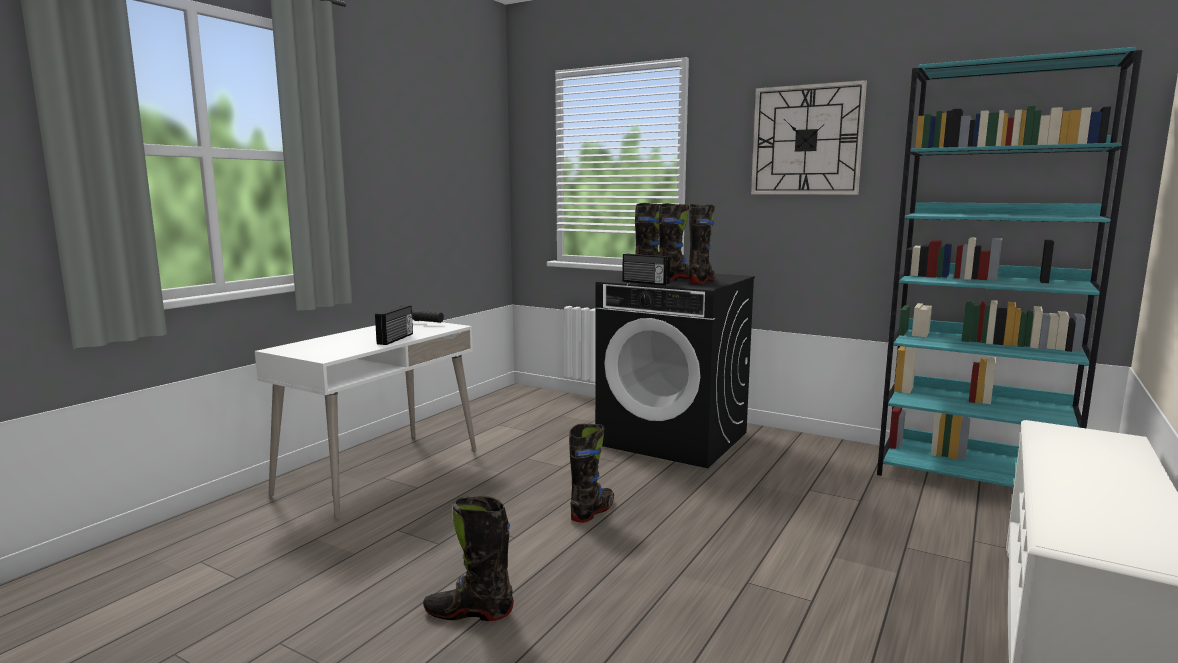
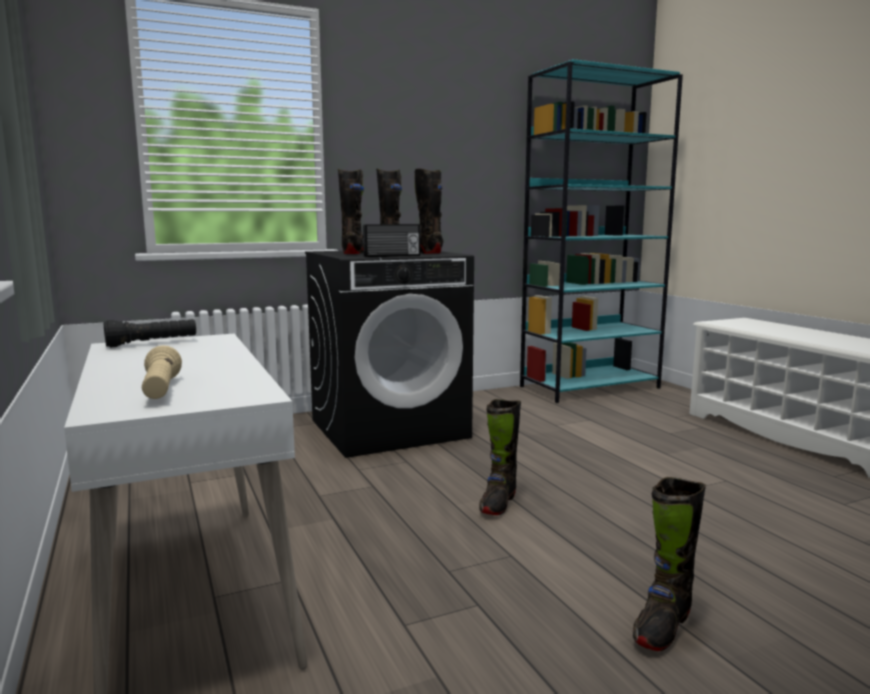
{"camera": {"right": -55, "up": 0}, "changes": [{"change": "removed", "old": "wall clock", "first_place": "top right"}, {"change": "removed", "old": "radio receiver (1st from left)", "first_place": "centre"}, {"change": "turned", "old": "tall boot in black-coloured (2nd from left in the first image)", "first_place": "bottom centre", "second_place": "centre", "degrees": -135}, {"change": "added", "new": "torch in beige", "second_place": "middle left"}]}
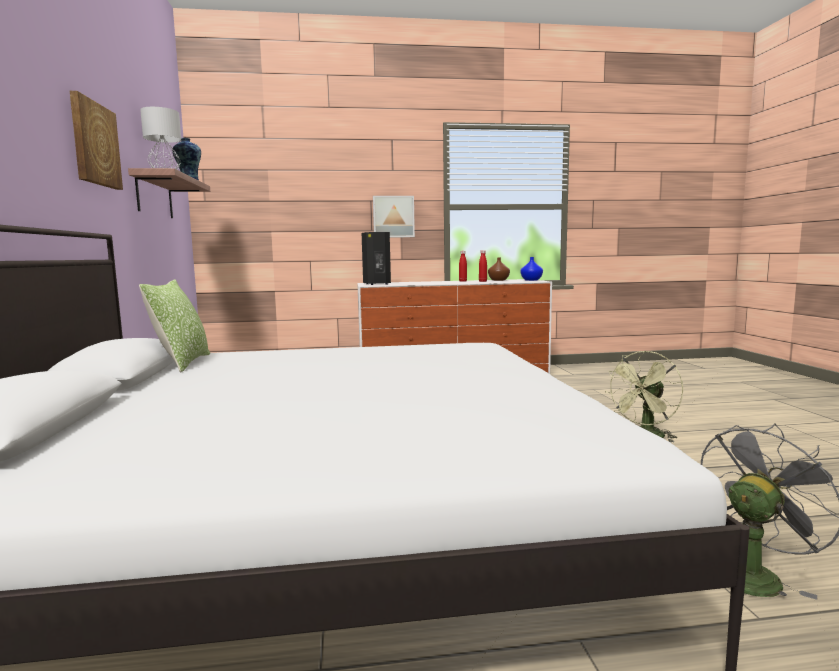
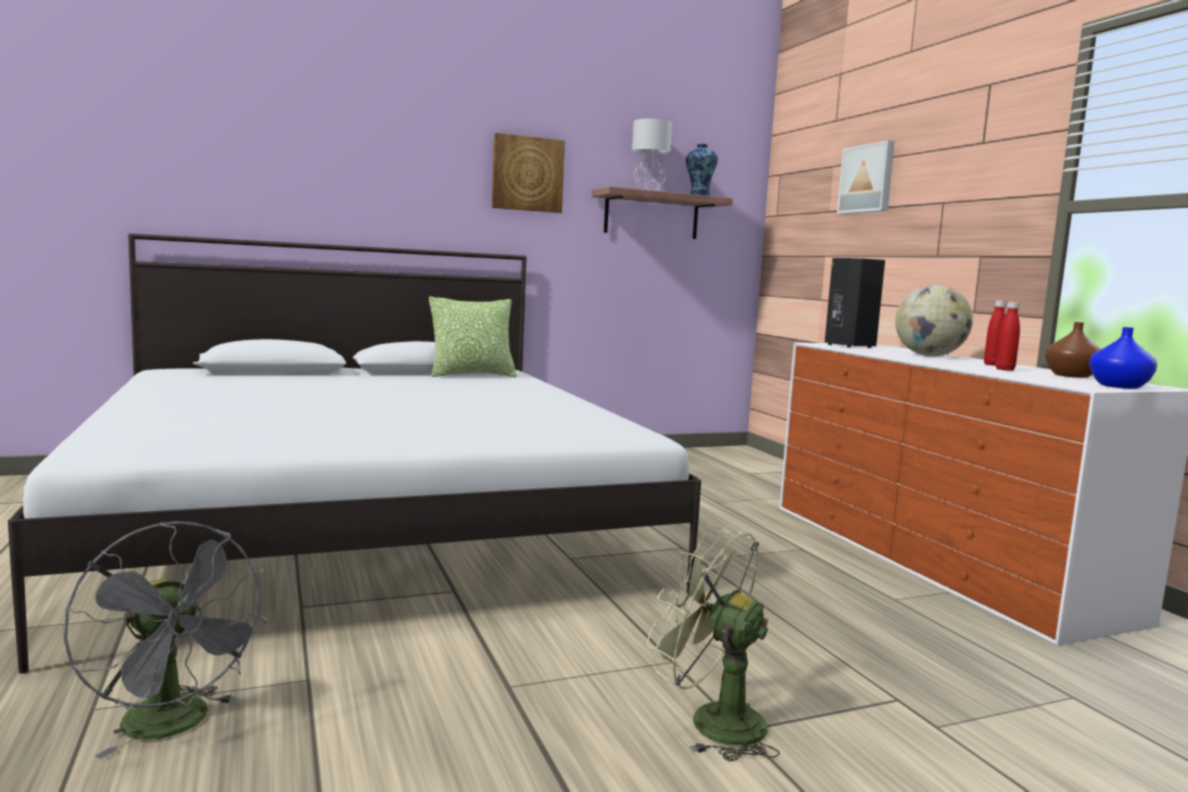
{"camera": {"right": 75, "up": 0}, "changes": [{"change": "moved", "old": "picture (2nd from left)", "first_place": "top centre", "second_place": "top right"}, {"change": "added", "new": "world globe", "second_place": "middle right"}]}
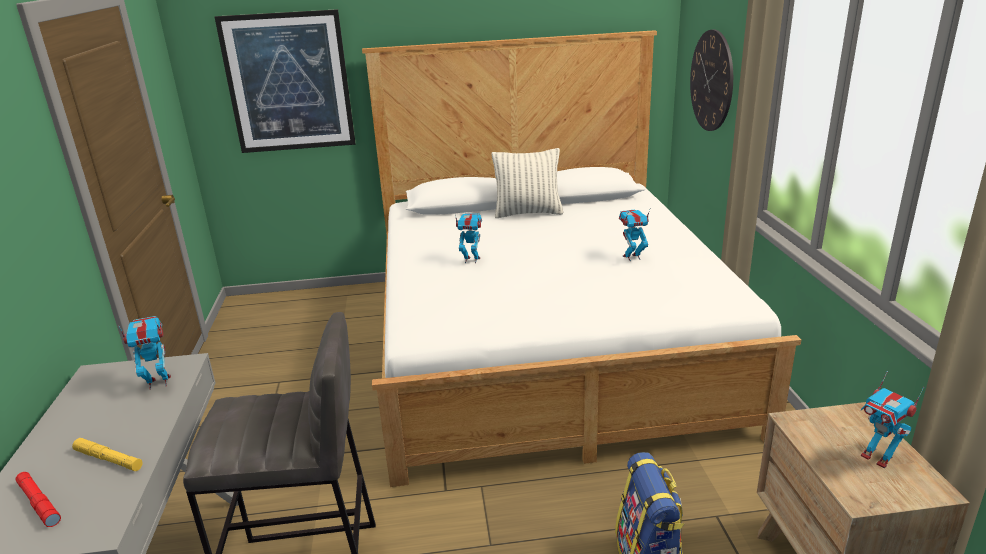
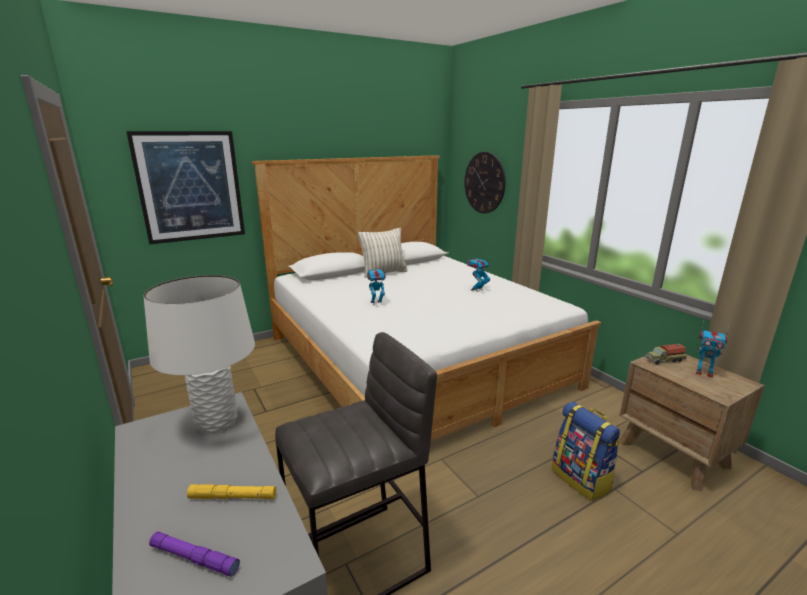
{"camera": {"right": -25, "up": -5}, "changes": [{"change": "replaced", "old": "model robot (1st from left)", "new": "table lamp in white-coloured", "first_place": "middle left", "second_place": "middle left"}, {"change": "recoloured", "old": "torch in red", "new": "torch in purplish", "first_place": "bottom left", "second_place": "bottom left"}, {"change": "added", "new": "model truck", "second_place": "middle right"}]}
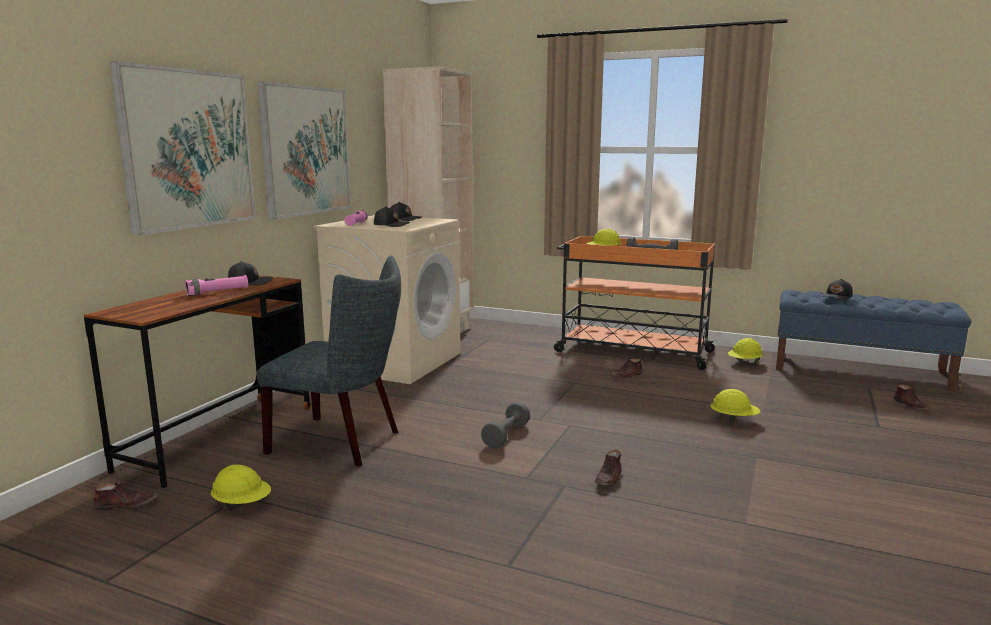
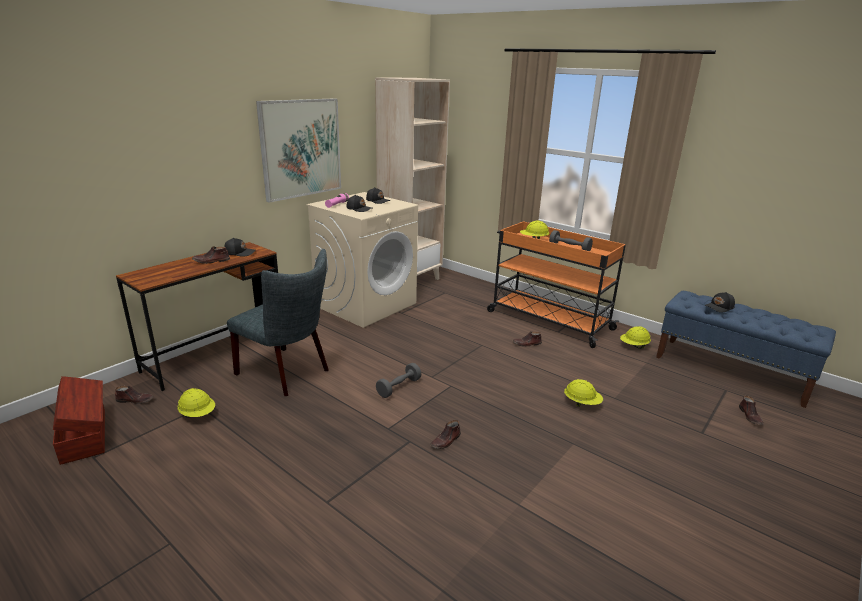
{"camera": {"right": 15, "up": 10}, "changes": [{"change": "removed", "old": "picture (1st from left)", "first_place": "top left"}, {"change": "replaced", "old": "torch in pinkish (1st from left)", "new": "low shoe in brown-coloured (2nd from left)", "first_place": "middle left", "second_place": "middle left"}, {"change": "added", "new": "storage container in brown-coloured", "second_place": "bottom left"}]}
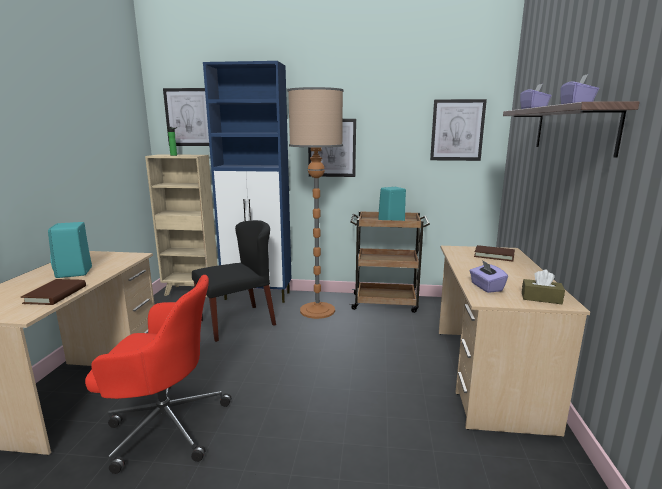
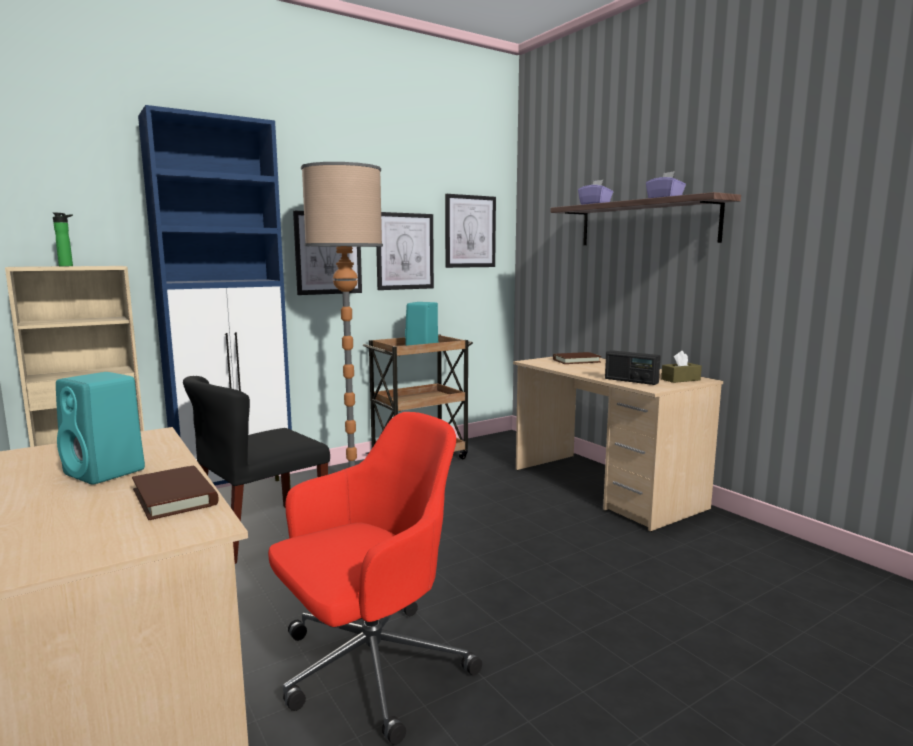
{"camera": {"right": -40, "up": -5}, "changes": [{"change": "moved", "old": "picture (1st from left in the first image)", "new": "picture (2nd from left)", "first_place": "top left", "second_place": "centre"}, {"change": "turned", "old": "upright chair in black-coloured", "first_place": "centre", "second_place": "middle left", "degrees": -150}, {"change": "replaced", "old": "box of tissues in purplish (1st from left)", "new": "radio receiver", "first_place": "middle right", "second_place": "middle right"}]}
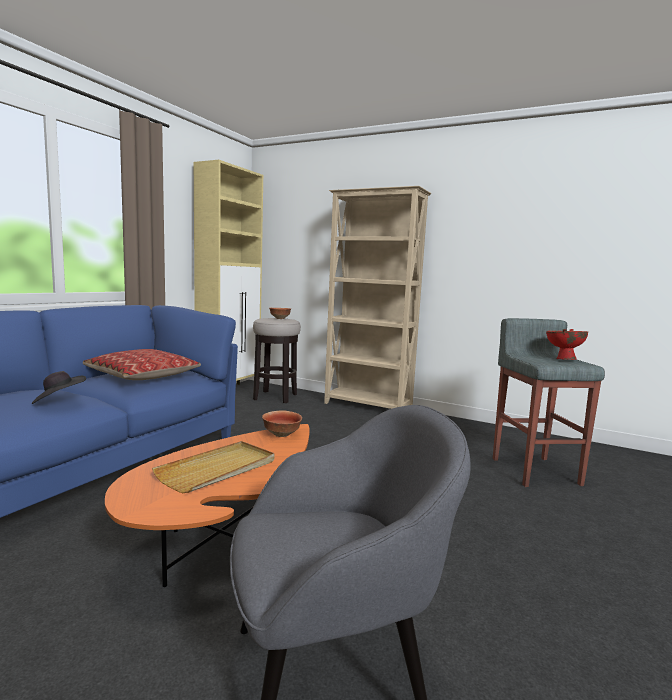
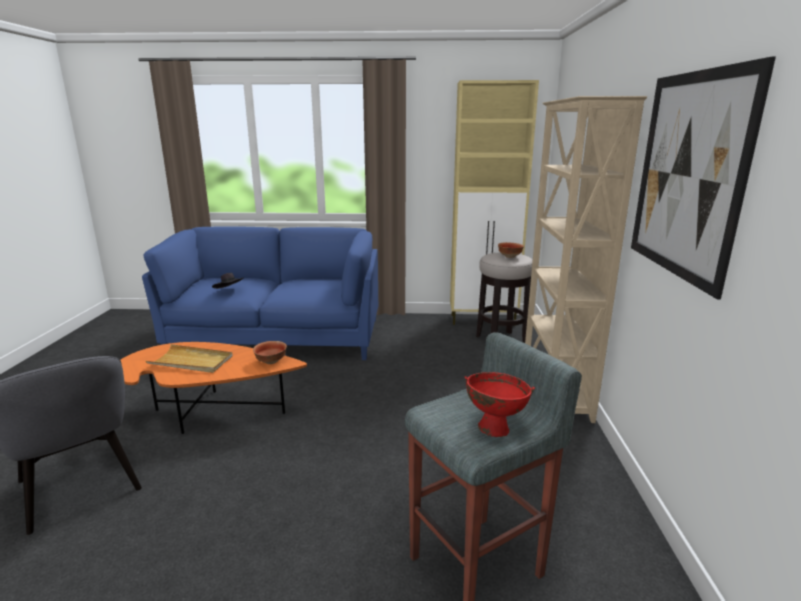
{"camera": {"right": 65, "up": 10}, "changes": [{"change": "removed", "old": "pillow", "first_place": "middle left"}, {"change": "added", "new": "picture", "second_place": "top right"}]}
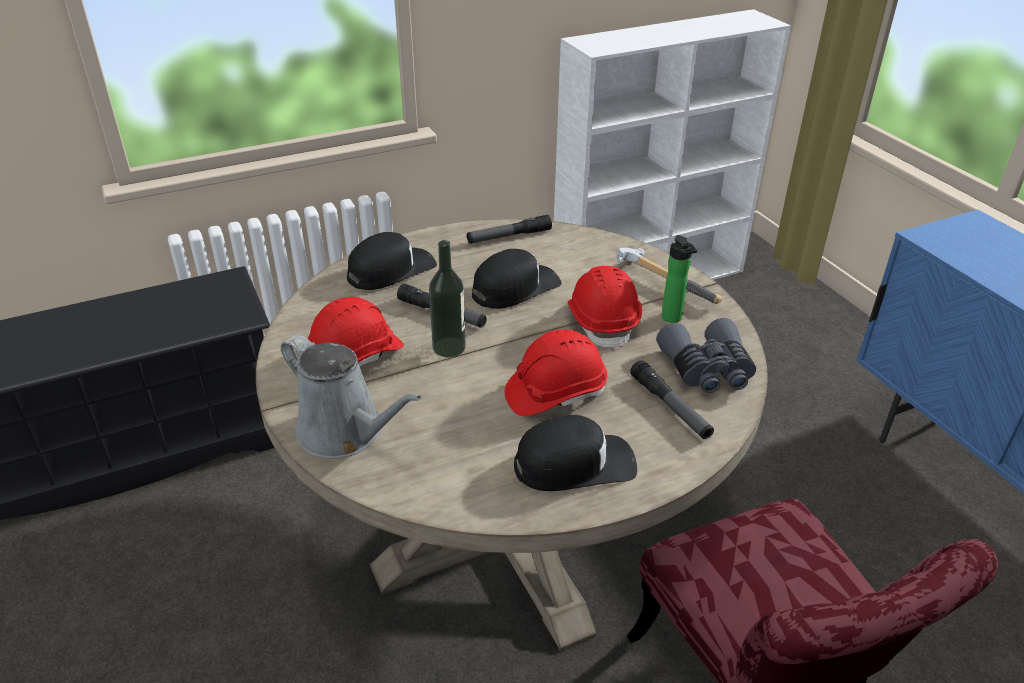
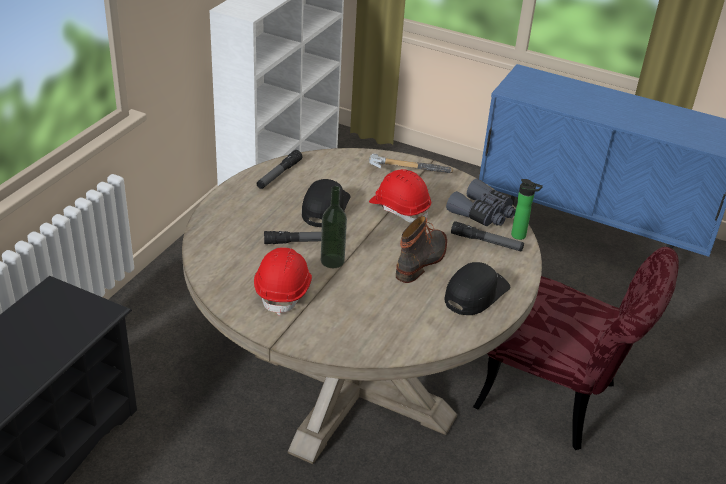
{"camera": {"right": -40, "up": 0}, "changes": [{"change": "removed", "old": "peaked cap in black-coloured (1st from left)", "first_place": "centre"}, {"change": "moved", "old": "bottle (2nd from left)", "first_place": "centre", "second_place": "middle right"}, {"change": "replaced", "old": "safety helmet in red (2nd from left)", "new": "tall boot", "first_place": "centre", "second_place": "centre"}, {"change": "removed", "old": "sprinkling can in greyish", "first_place": "centre"}]}
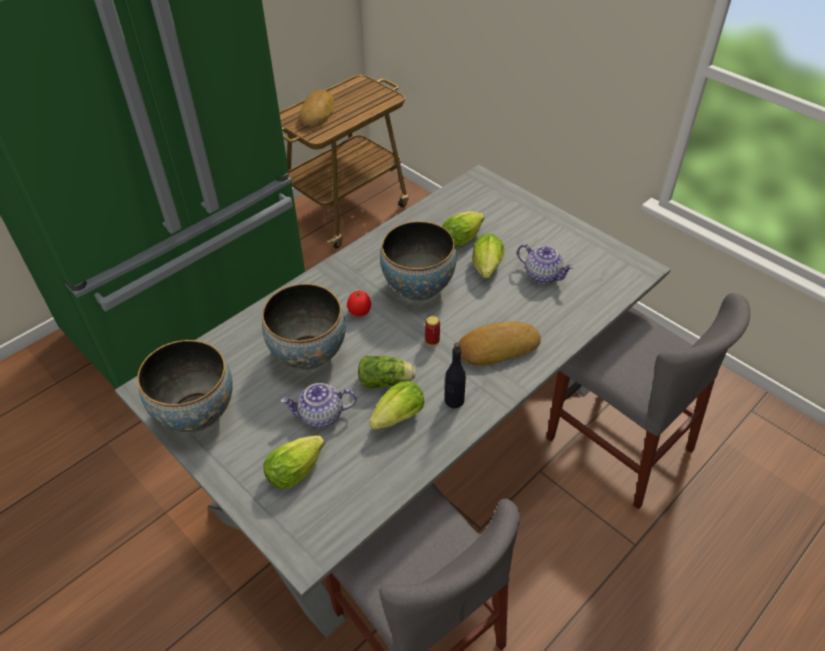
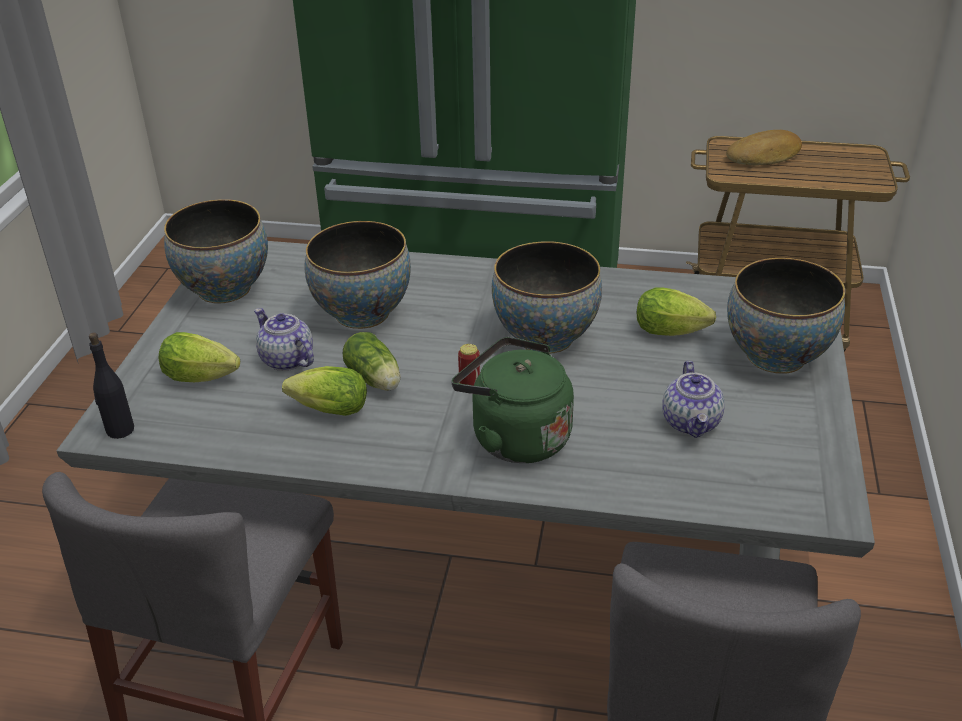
{"camera": {"right": 55, "up": -10}, "changes": [{"change": "removed", "old": "head of lettuce (5th from left)", "first_place": "centre"}, {"change": "removed", "old": "fresh tomato", "first_place": "centre"}, {"change": "replaced", "old": "baked bread (2nd from left)", "new": "kettle in greenish", "first_place": "centre", "second_place": "centre"}, {"change": "moved", "old": "bottle in black-coloured", "first_place": "centre", "second_place": "middle left"}, {"change": "added", "new": "bowl (4th from left)", "second_place": "middle right"}]}
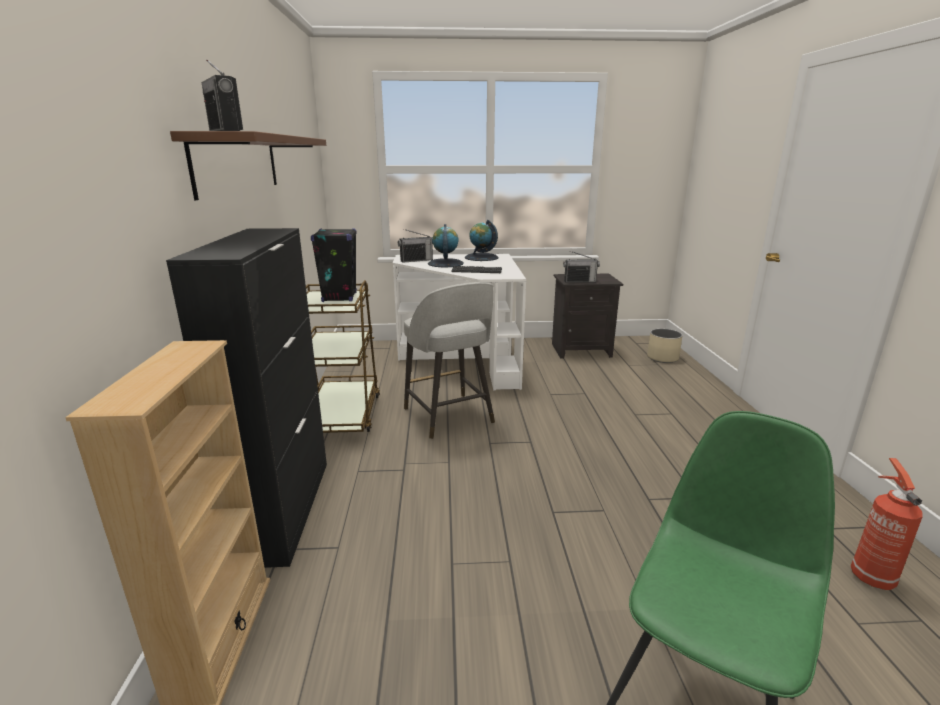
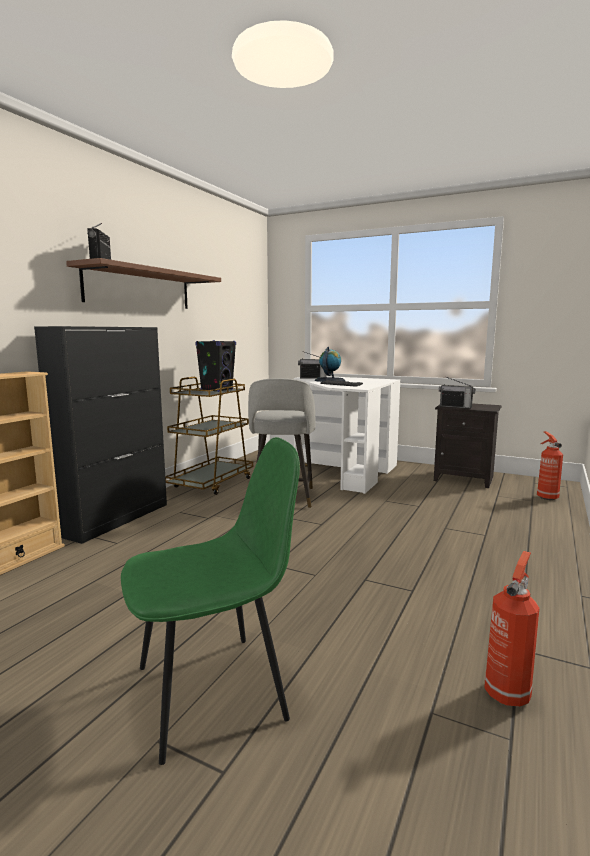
{"camera": {"right": 30, "up": -10}, "changes": [{"change": "removed", "old": "world globe (2nd from left)", "first_place": "centre"}, {"change": "replaced", "old": "planter in beige", "new": "fire extinguisher (2nd from left)", "first_place": "middle right", "second_place": "middle right"}]}
